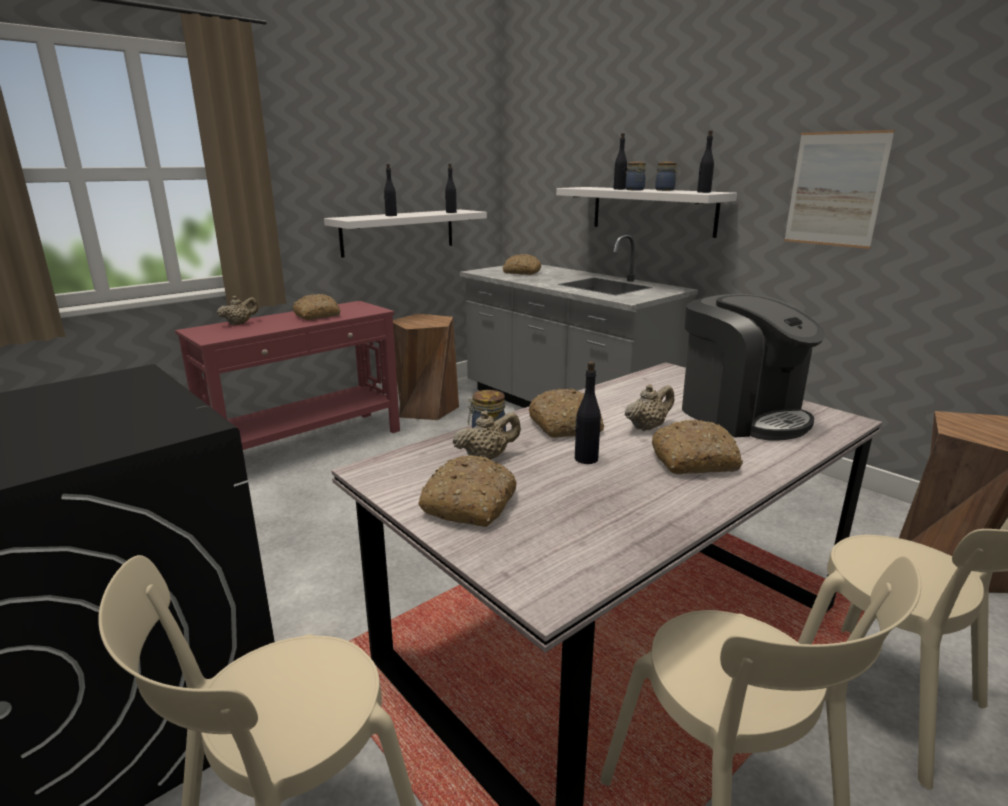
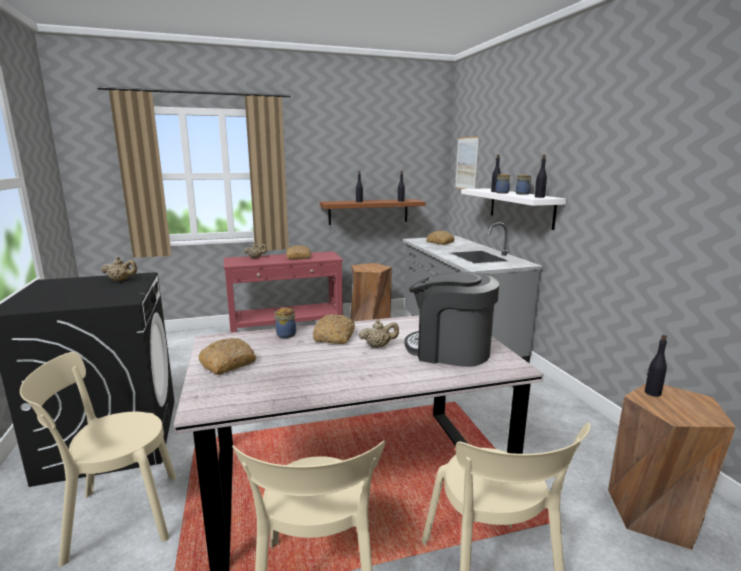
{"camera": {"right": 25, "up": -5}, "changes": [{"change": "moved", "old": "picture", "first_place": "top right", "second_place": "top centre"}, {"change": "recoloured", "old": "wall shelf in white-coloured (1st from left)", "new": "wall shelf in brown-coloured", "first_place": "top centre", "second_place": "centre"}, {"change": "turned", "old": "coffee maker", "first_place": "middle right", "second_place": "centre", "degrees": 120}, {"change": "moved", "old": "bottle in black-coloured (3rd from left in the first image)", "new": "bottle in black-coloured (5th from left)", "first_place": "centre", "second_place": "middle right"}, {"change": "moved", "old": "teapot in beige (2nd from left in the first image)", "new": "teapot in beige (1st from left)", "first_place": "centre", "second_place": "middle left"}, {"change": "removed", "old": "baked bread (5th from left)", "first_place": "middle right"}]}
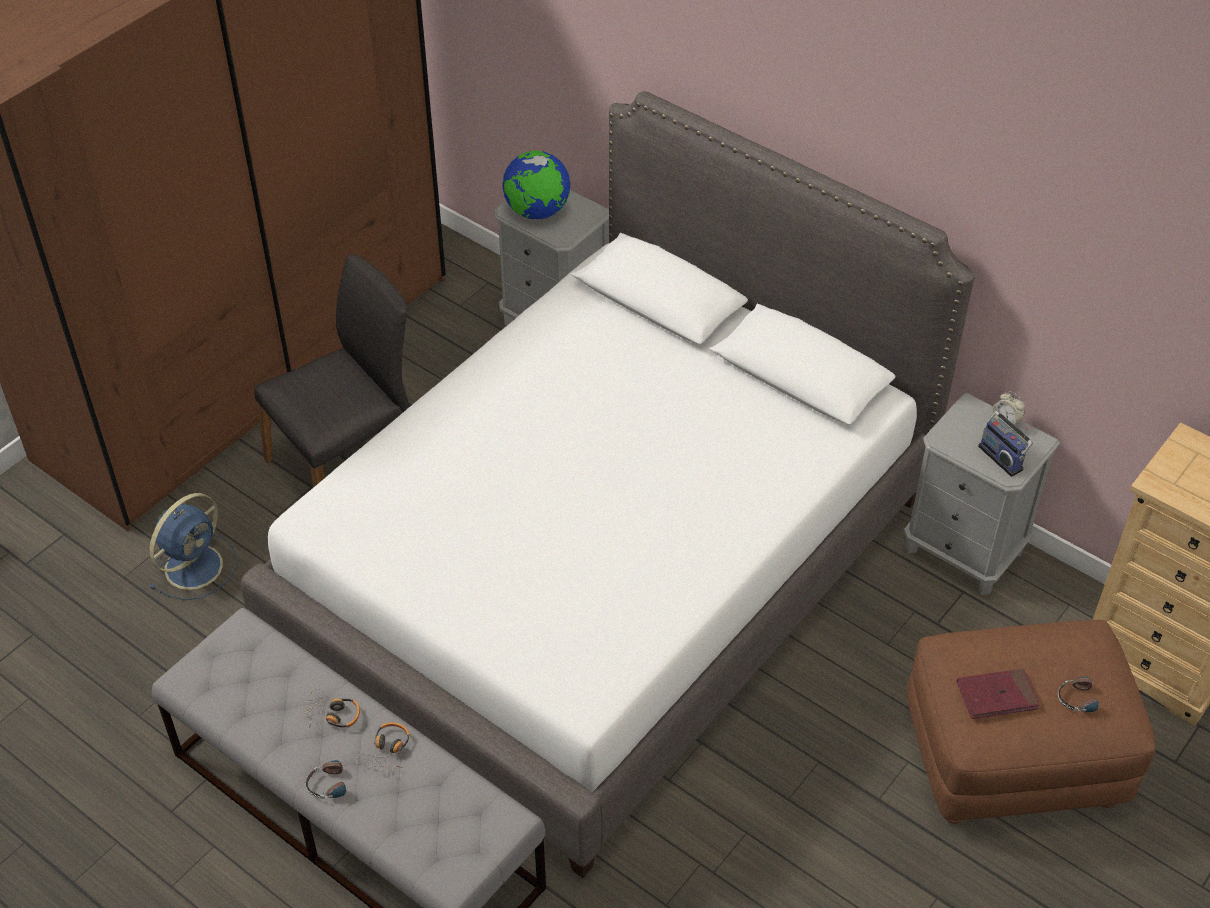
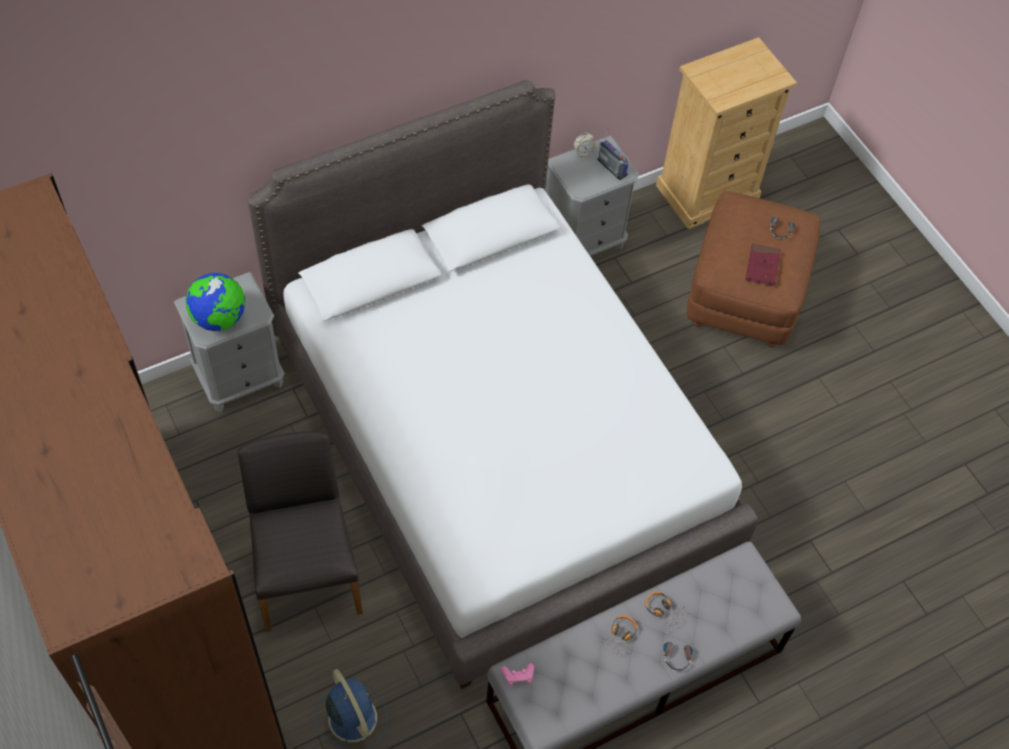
{"camera": {"right": -70, "up": 10}, "changes": [{"change": "turned", "old": "radio receiver", "first_place": "middle right", "second_place": "top centre", "degrees": -120}, {"change": "added", "new": "game controller in pinkish", "second_place": "bottom centre"}]}
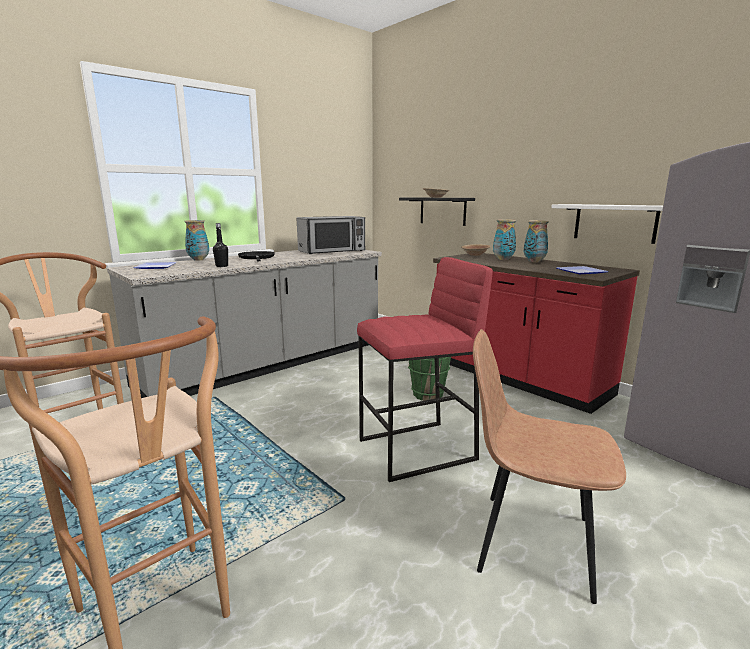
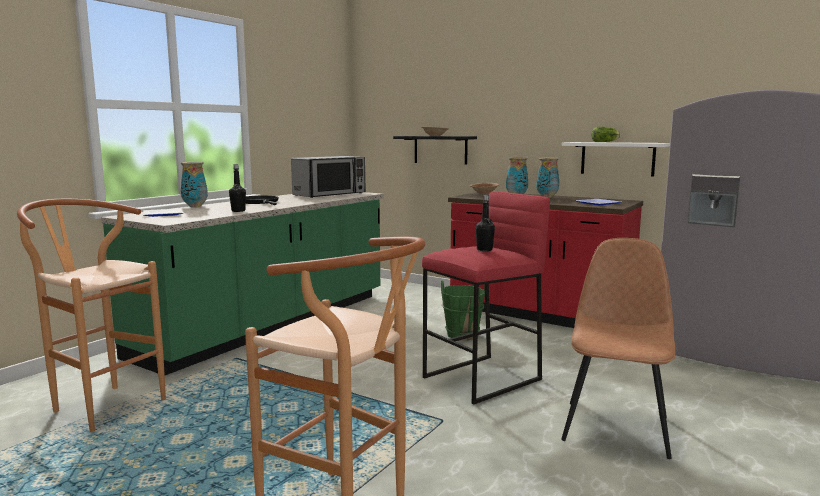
{"camera": {"right": -15, "up": -5}, "changes": [{"change": "recoloured", "old": "counter in greyish", "new": "counter in greenish", "first_place": "middle left", "second_place": "middle left"}, {"change": "turned", "old": "upright chair in brown-coloured", "first_place": "bottom right", "second_place": "bottom right", "degrees": 105}, {"change": "added", "new": "head of lettuce", "second_place": "top right"}, {"change": "added", "new": "bottle in black-coloured (2nd from left)", "second_place": "centre"}]}
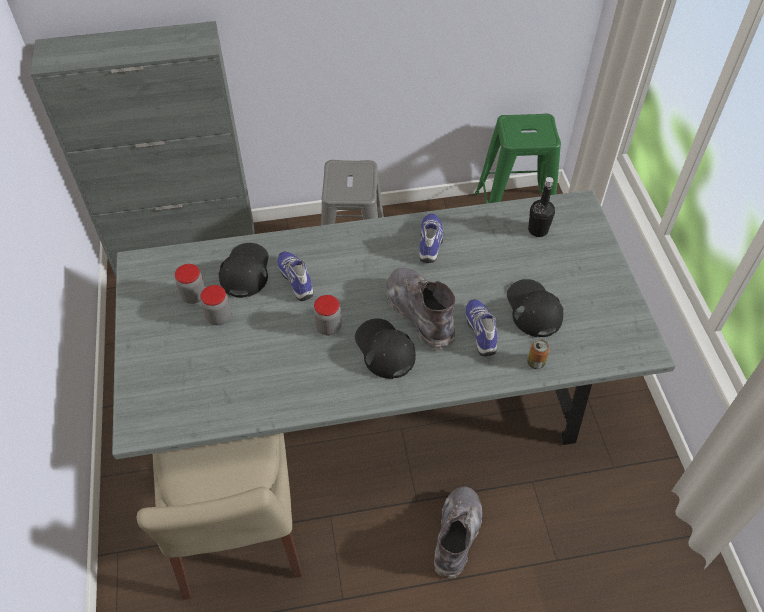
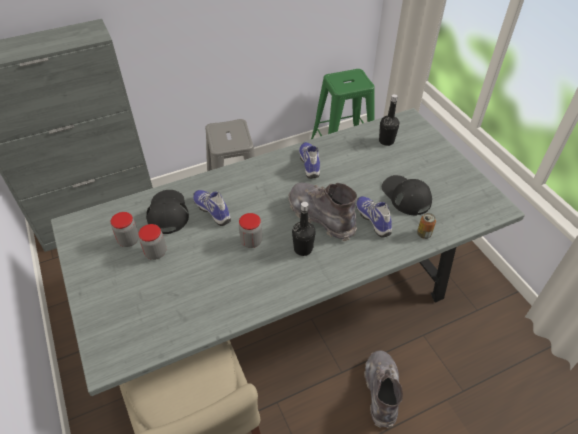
{"camera": {"right": -15, "up": -5}, "changes": [{"change": "replaced", "old": "peaked cap in black-coloured (2nd from left)", "new": "bottle in black-coloured (1st from left)", "first_place": "centre", "second_place": "centre"}]}
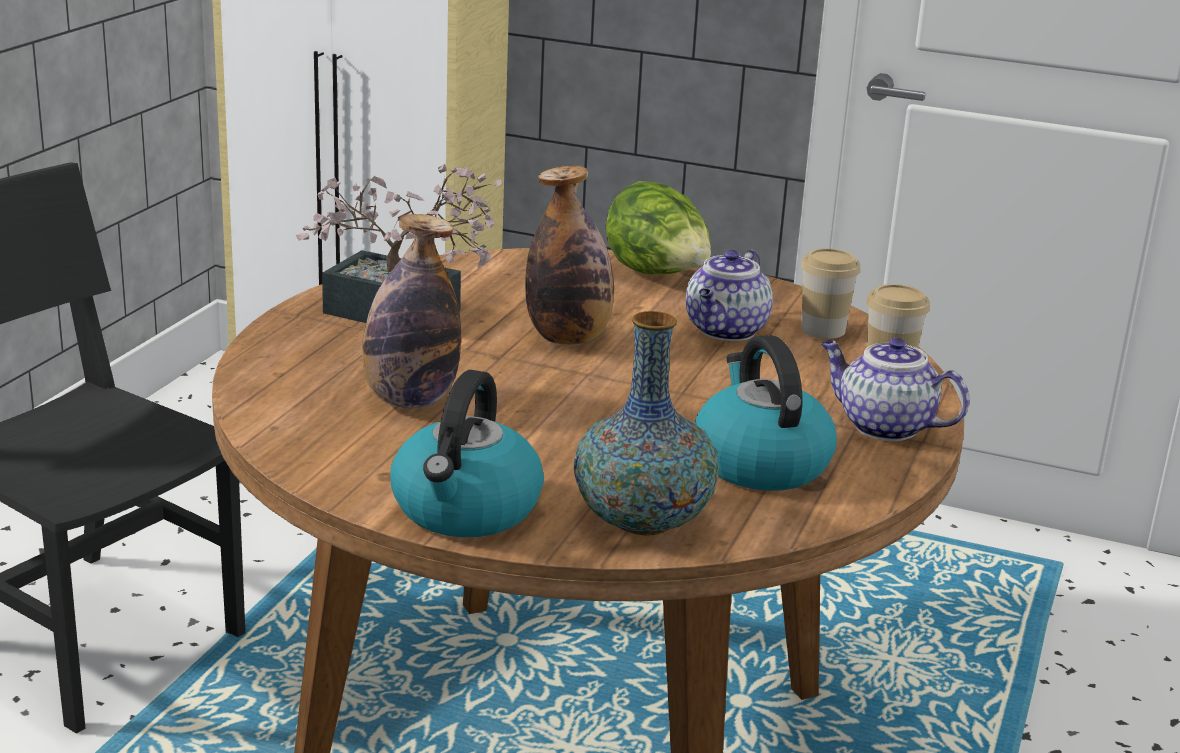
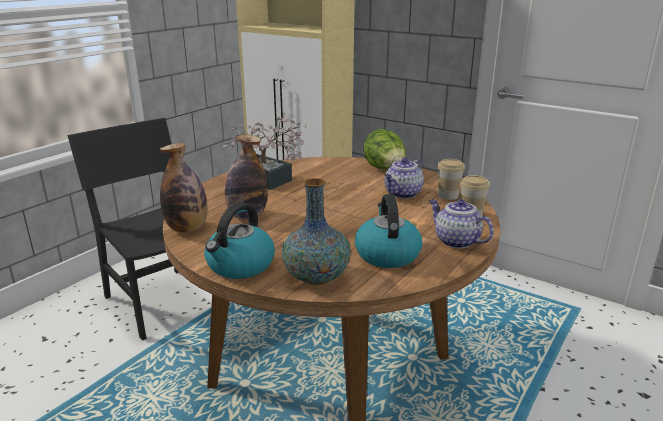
{"camera": {"right": 15, "up": 0}, "changes": [{"change": "moved", "old": "bottle (2nd from left in the first image)", "new": "bottle (1st from left)", "first_place": "centre", "second_place": "middle left"}]}
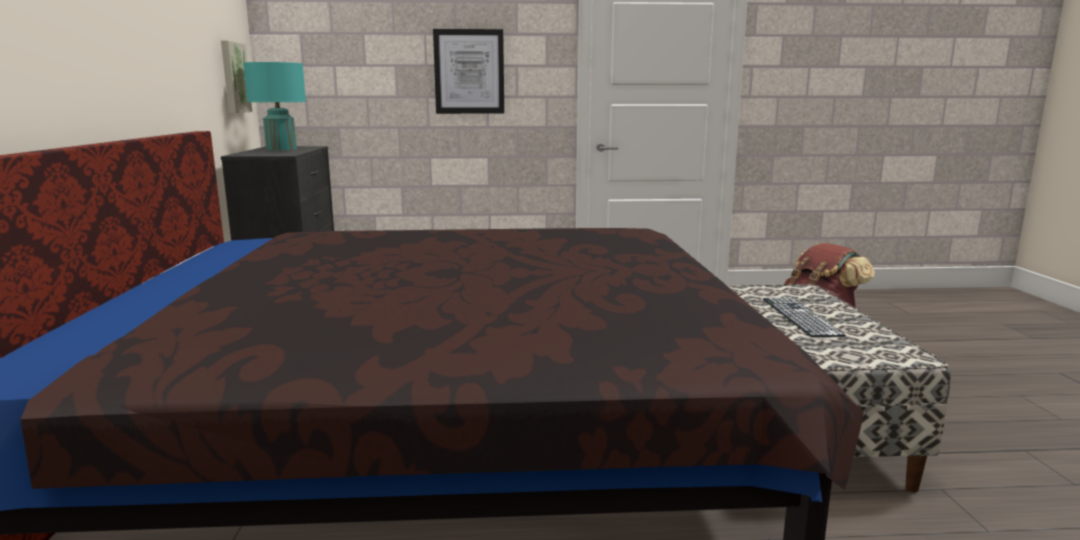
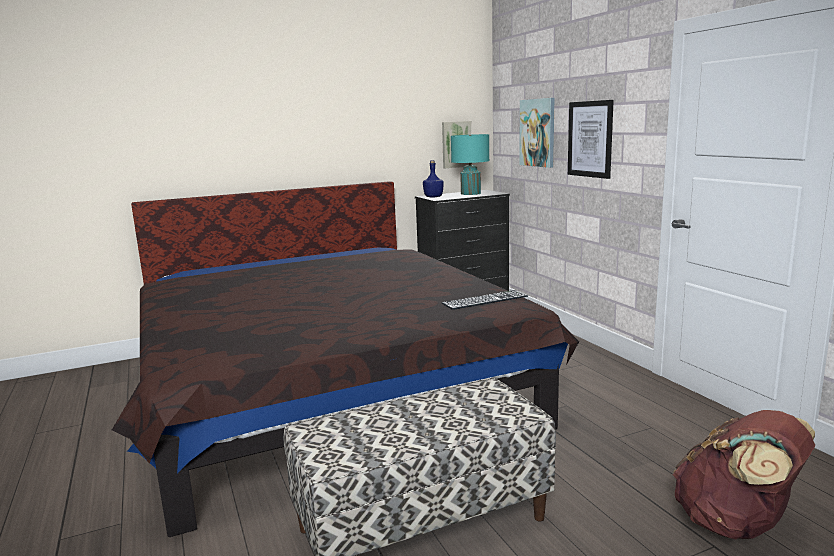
{"camera": {"right": 70, "up": 0}, "changes": [{"change": "moved", "old": "keyboard", "first_place": "middle right", "second_place": "centre"}, {"change": "added", "new": "picture (2nd from left)", "second_place": "top centre"}, {"change": "added", "new": "bottle in bluish", "second_place": "top centre"}]}
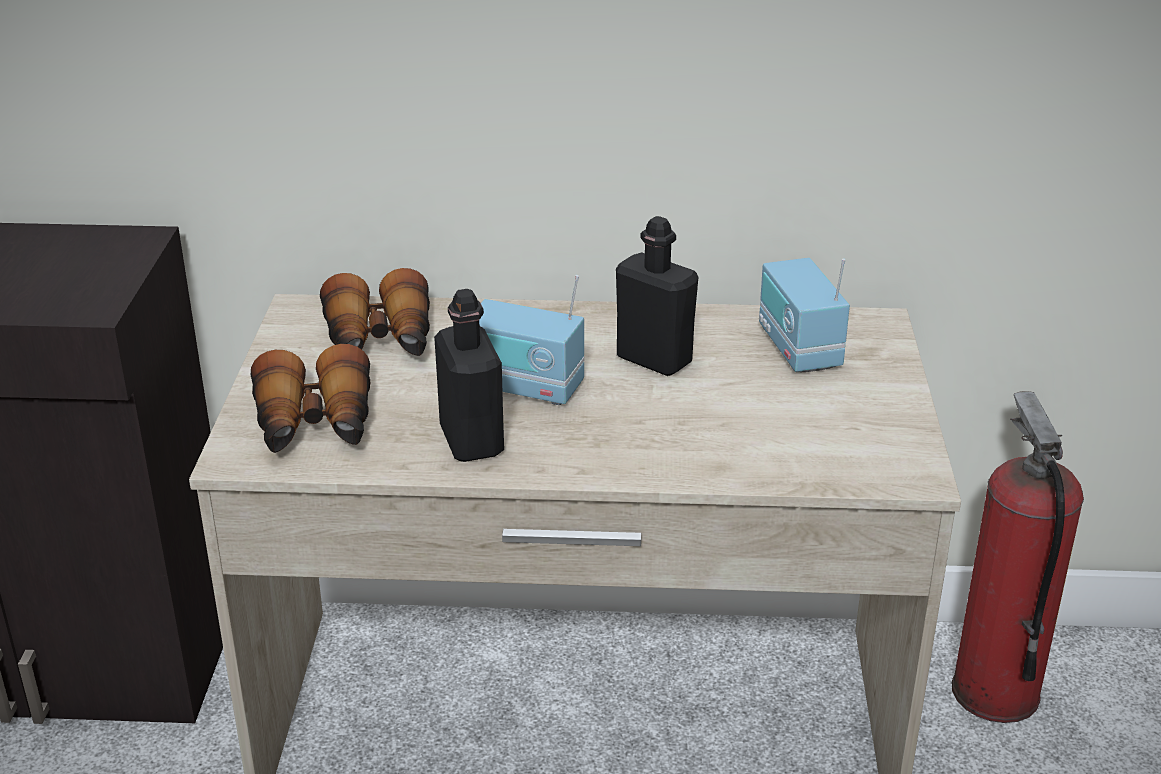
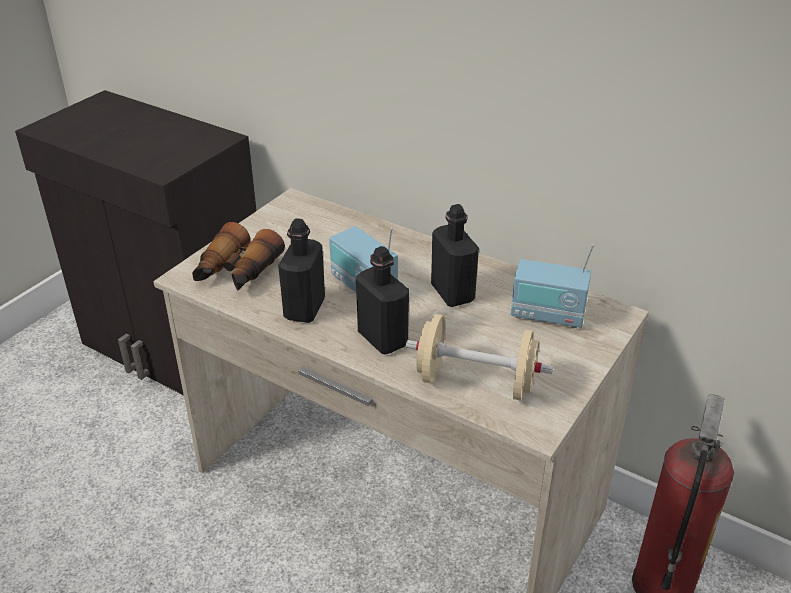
{"camera": {"right": 30, "up": 5}, "changes": [{"change": "turned", "old": "radio receiver (2nd from left)", "first_place": "middle right", "second_place": "middle right", "degrees": -90}, {"change": "removed", "old": "pair of binoculars (2nd from left)", "first_place": "middle left"}, {"change": "added", "new": "bottle in black-coloured (2nd from left)", "second_place": "centre"}, {"change": "added", "new": "dumbbell in beige", "second_place": "centre"}]}
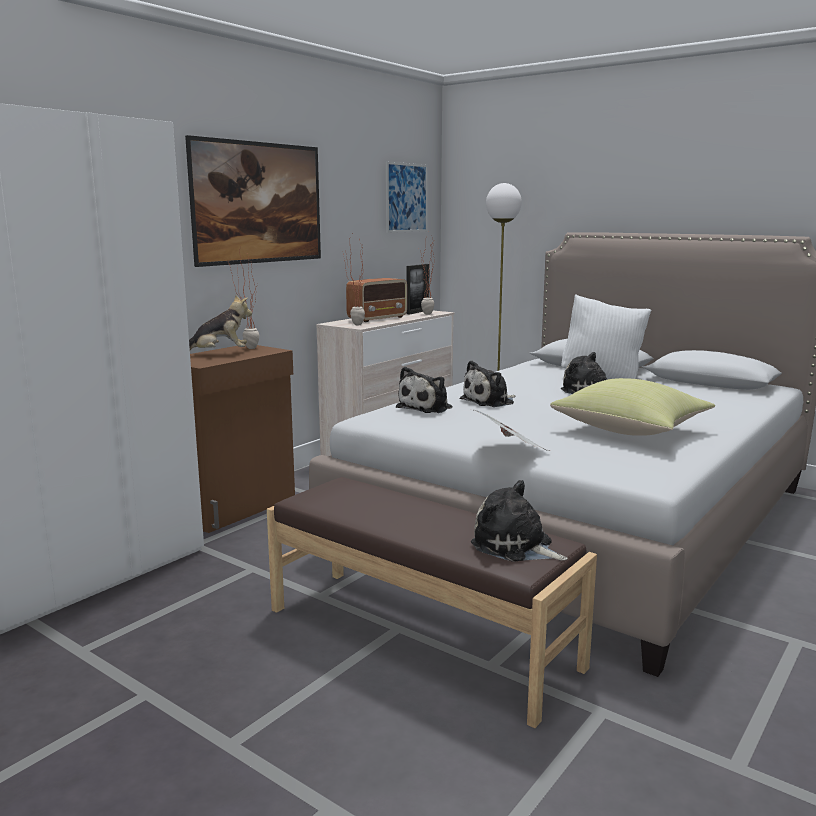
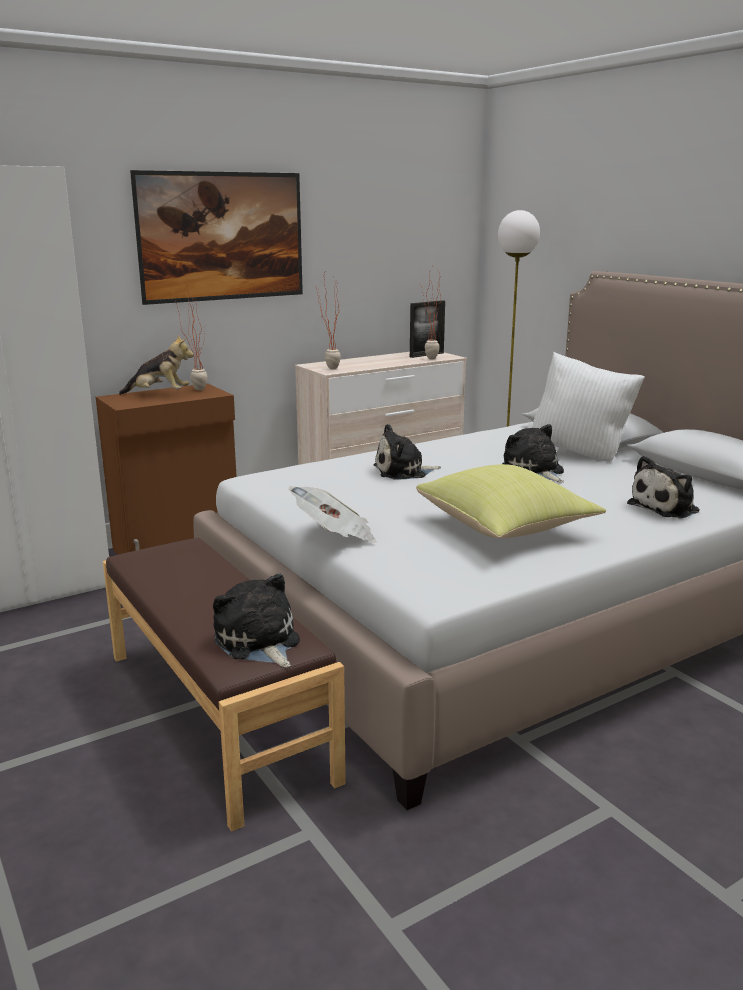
{"camera": {"right": 20, "up": 5}, "changes": [{"change": "removed", "old": "picture (2nd from left)", "first_place": "top centre"}, {"change": "removed", "old": "radio receiver", "first_place": "centre"}, {"change": "moved", "old": "plush toy (2nd from left in the first image)", "new": "plush toy (5th from left)", "first_place": "centre", "second_place": "middle right"}]}
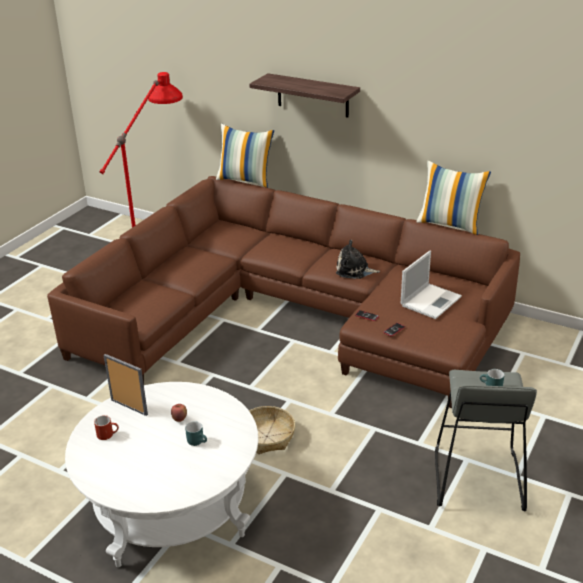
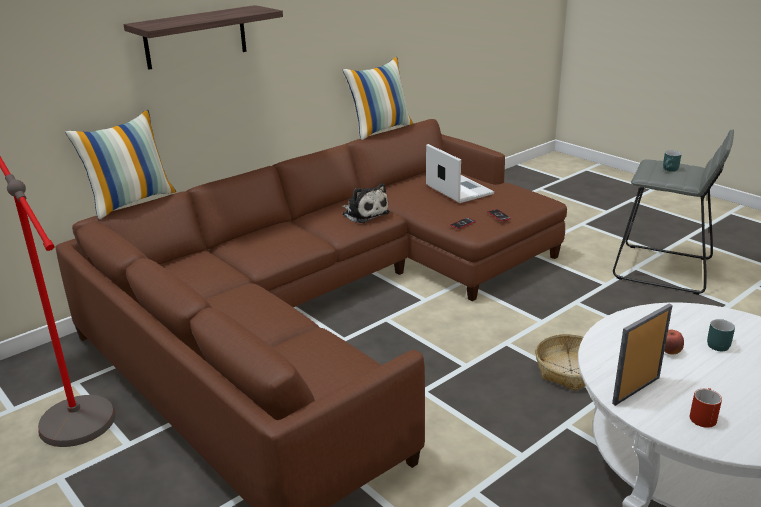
{"camera": {"right": -70, "up": -5}, "changes": [{"change": "turned", "old": "plush toy", "first_place": "centre", "second_place": "centre", "degrees": -75}]}
